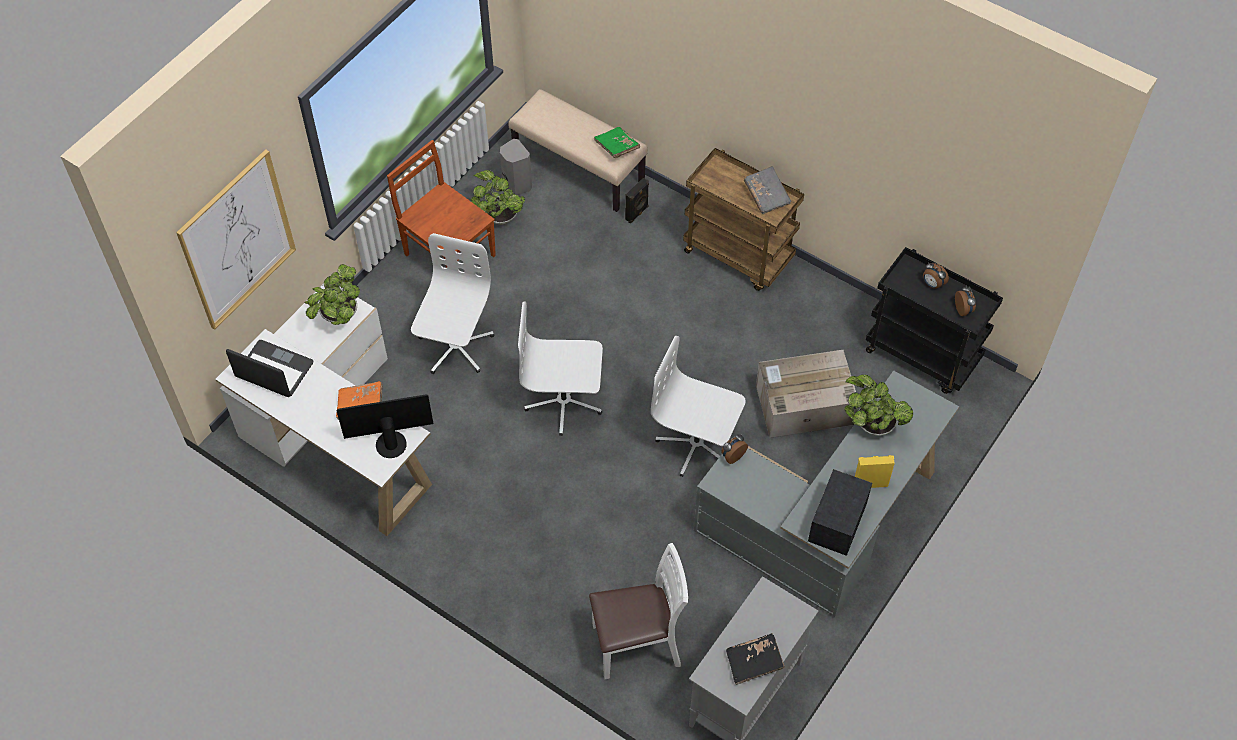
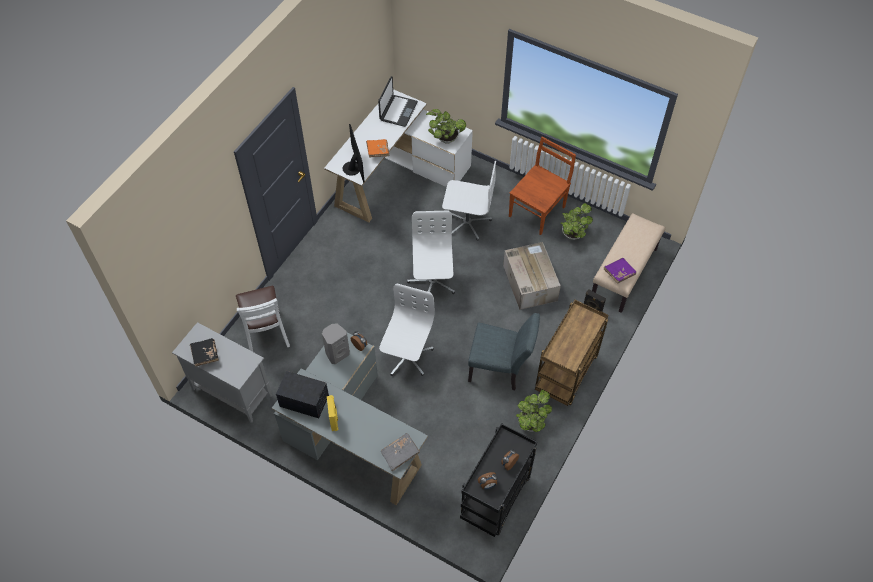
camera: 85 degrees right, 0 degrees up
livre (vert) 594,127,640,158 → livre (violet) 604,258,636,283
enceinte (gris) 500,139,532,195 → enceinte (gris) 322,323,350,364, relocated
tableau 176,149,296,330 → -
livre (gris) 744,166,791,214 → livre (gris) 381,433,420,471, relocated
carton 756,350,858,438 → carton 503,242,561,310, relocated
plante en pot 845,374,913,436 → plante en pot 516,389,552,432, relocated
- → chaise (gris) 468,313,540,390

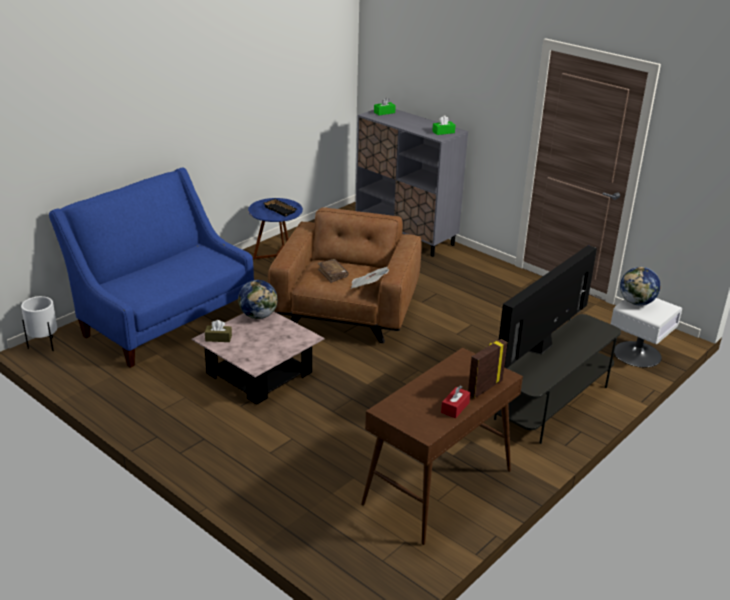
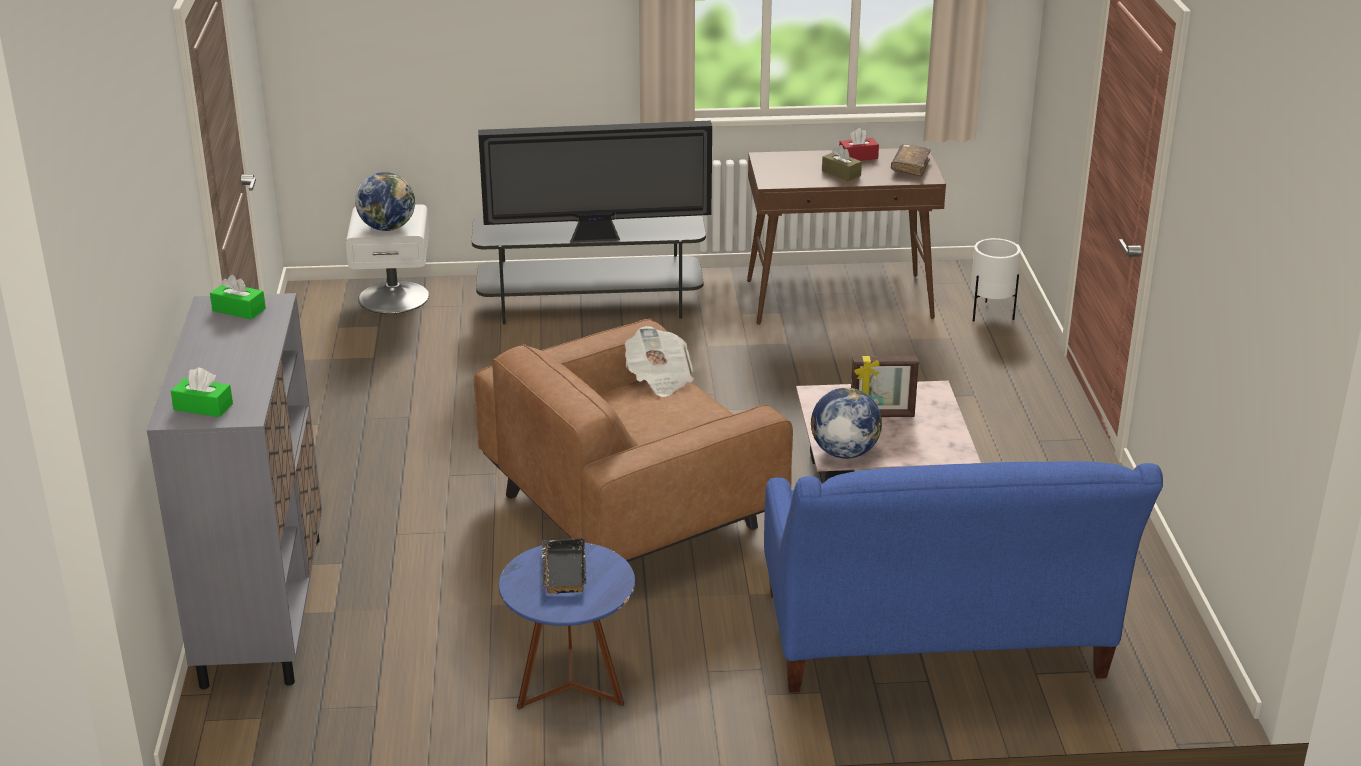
camera: 135 degrees left, 0 degrees up
livre (marron) 318,259,349,283 → livre (marron) 891,144,931,177, relocated
cache-pot (blanc) 21,296,57,351 → cache-pot (blanc) 971,238,1020,322, relocated
boîte à mouchoirs (marron) 205,320,232,342 → boîte à mouchoirs (marron) 822,145,862,181, relocated
cadre photo 468,339,508,398 → cadre photo 851,356,919,417, relocated

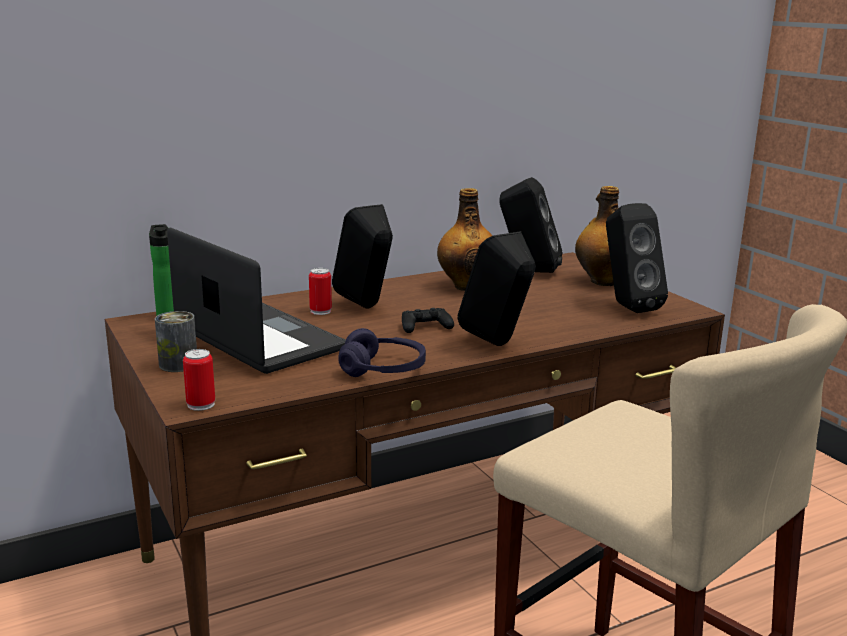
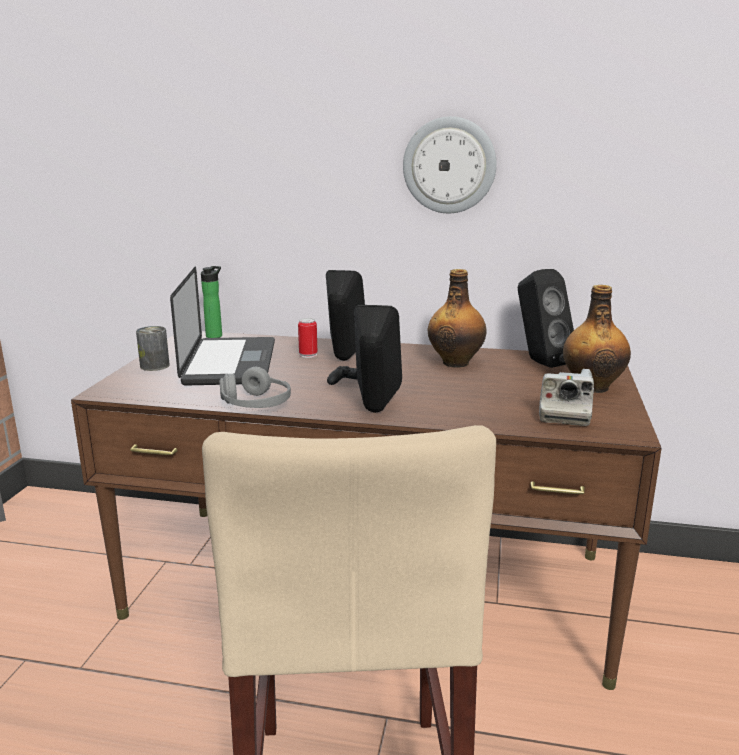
camera: 40 degrees right, 0 degrees up
enceinte (noir) 606,203,668,313 → appareil photo 539,369,594,426
casque audio (violet) 338,328,426,377 → casque audio (gris) 219,367,291,408
boîte métallique 183,349,215,411 → -
- → horloge murale 403,116,497,213

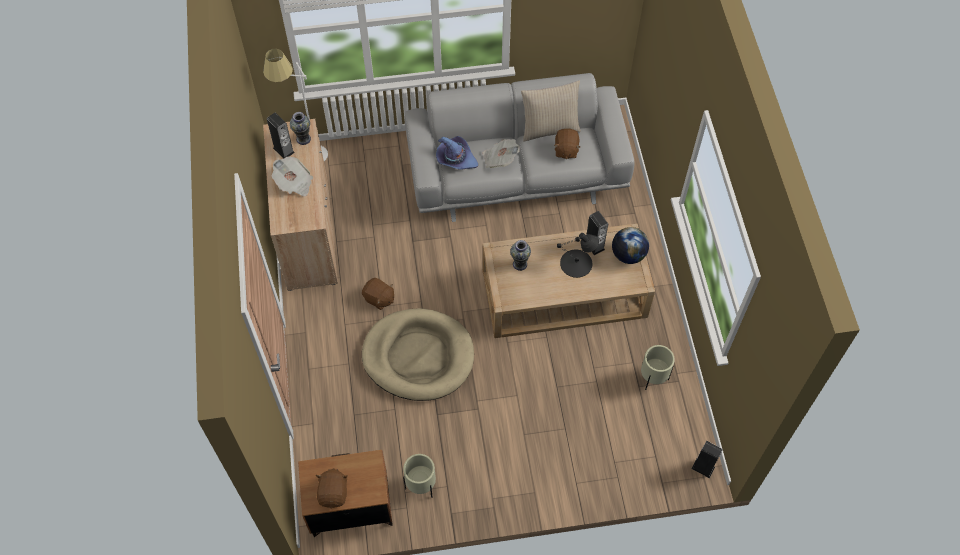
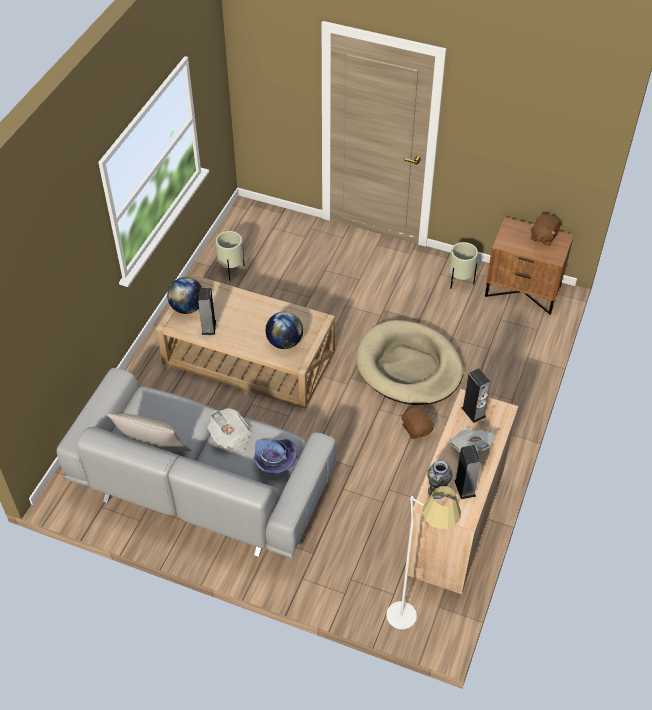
camera: 150 degrees left, 10 degrees down
peluche (marron) 554,128,580,159 → -
lampe de table (noir) 557,233,599,278 → -
vase 510,240,531,271 → globe 265,312,303,349
enceinte 691,441,723,478 → enceinte 462,368,491,423, relocated

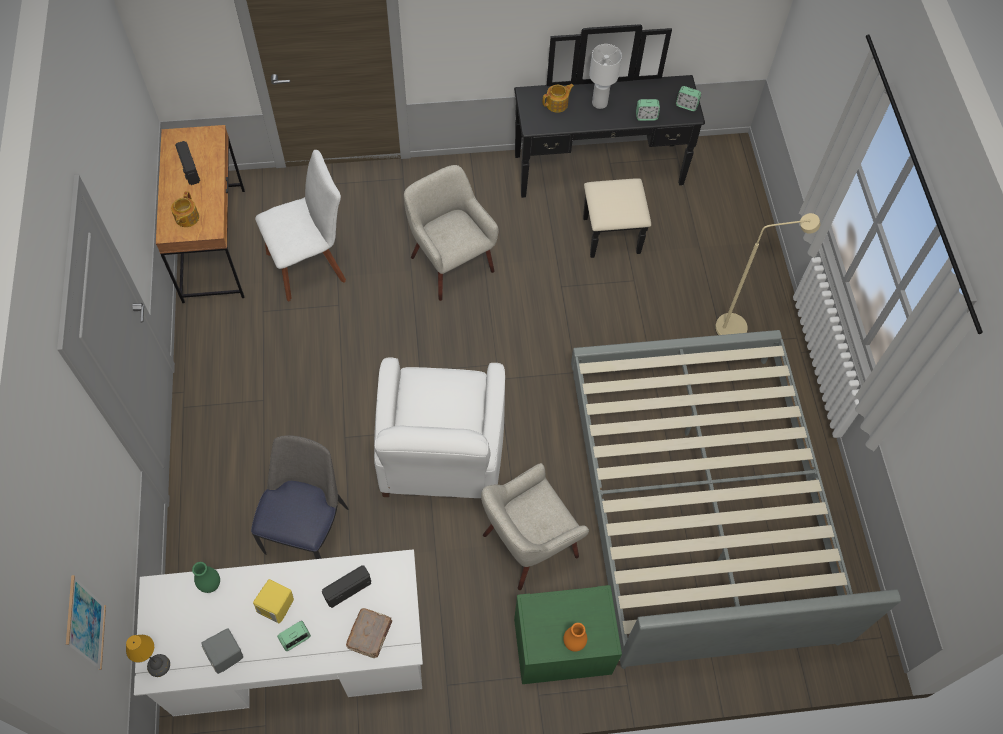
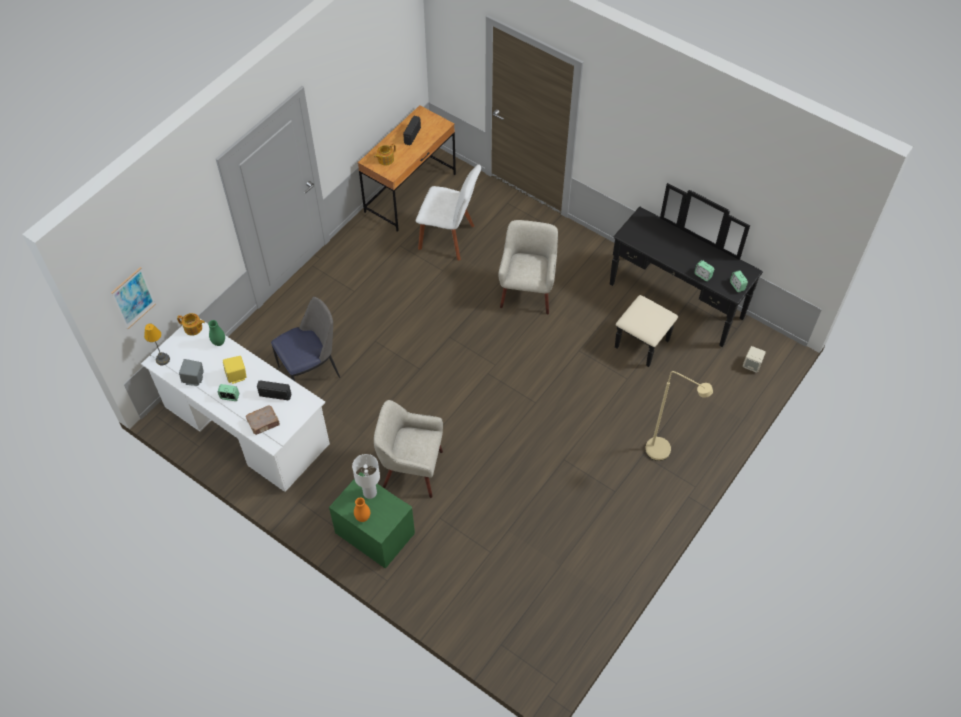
camera: 45 degrees right, 5 degrees down
lampe de table (blanc) 589,44,622,109 → lampe de table (blanc) 352,454,380,499, relocated
théière 542,84,574,113 → théière 177,313,205,336, relocated
lit (gris) 571,330,901,669 → -
fauteuil (blanc) 374,357,505,498 → -
- → enceinte (beige) 743,346,766,373

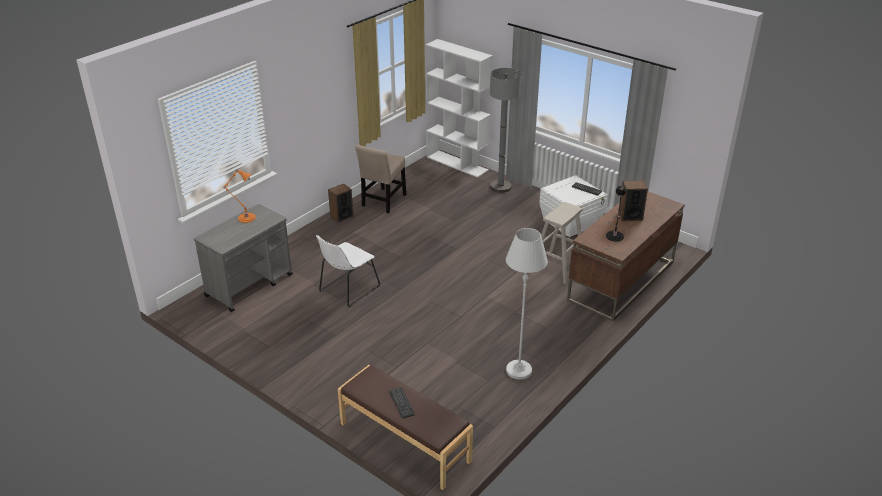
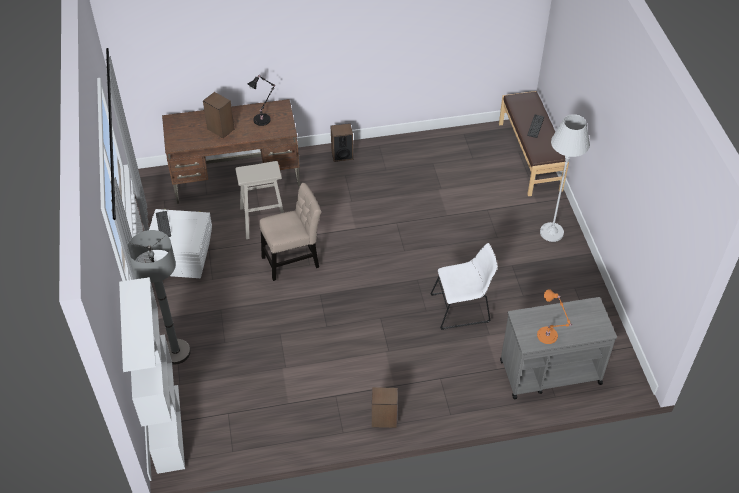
camera: 140 degrees left, 15 degrees up
chaise (beige) 355,145,406,213 → chaise (beige) 259,183,321,281, relocated
lampadaire (blanc) 506,228,548,379 → lampadaire (blanc) 540,114,590,242, relocated
- → enceinte 331,123,353,162

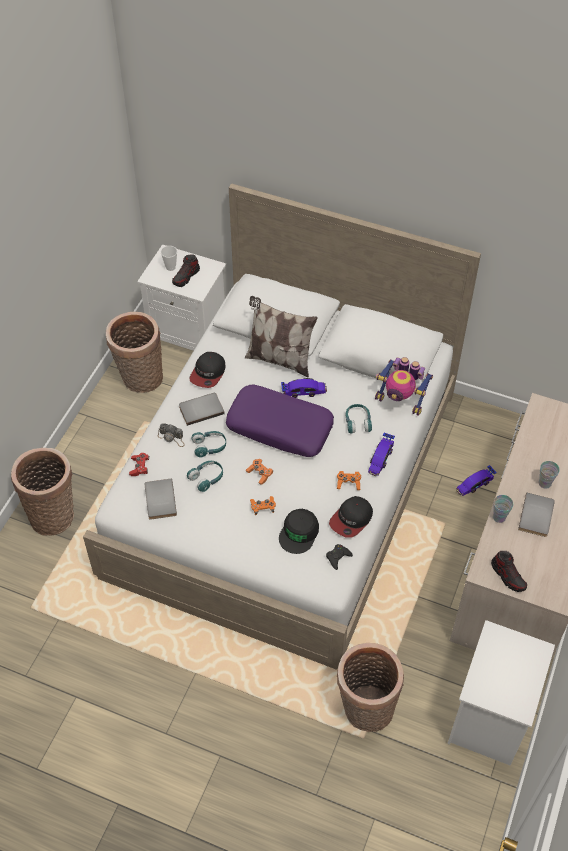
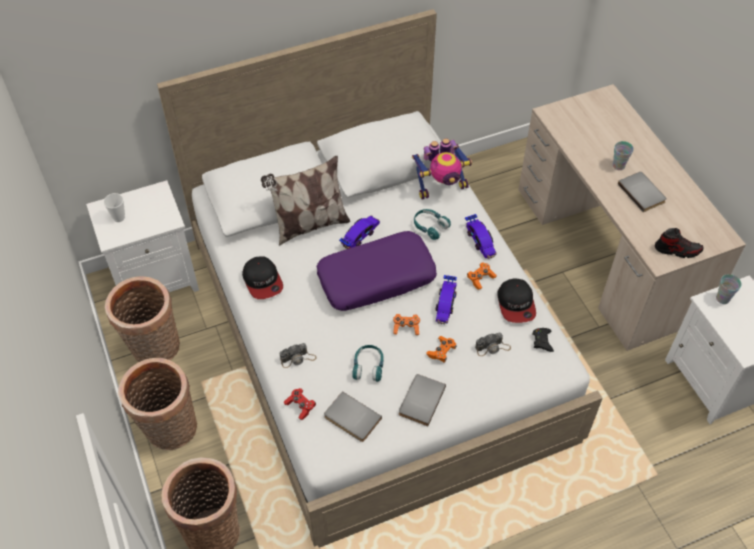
camera: 45 degrees left, 0 degrees up
chaussure 172,255,200,287 → -
livre (gris) 179,393,224,426 → livre (gris) 399,374,446,426, relocated
casque audio (turquoise) 191,431,226,457 → -
petite voiture 456,465,497,496 → petite voiture 435,275,457,325, relocated
tasse 493,495,513,523 → tasse 716,274,742,304, relocated
casquette (noir) 279,509,319,554 → appareil photo 475,333,511,356
panier 337,643,404,732 → panier 118,358,197,450, relocated

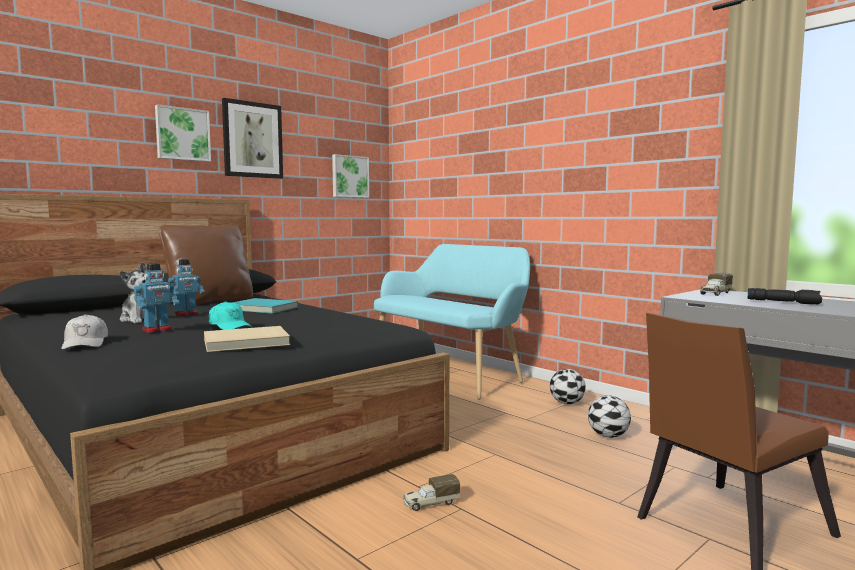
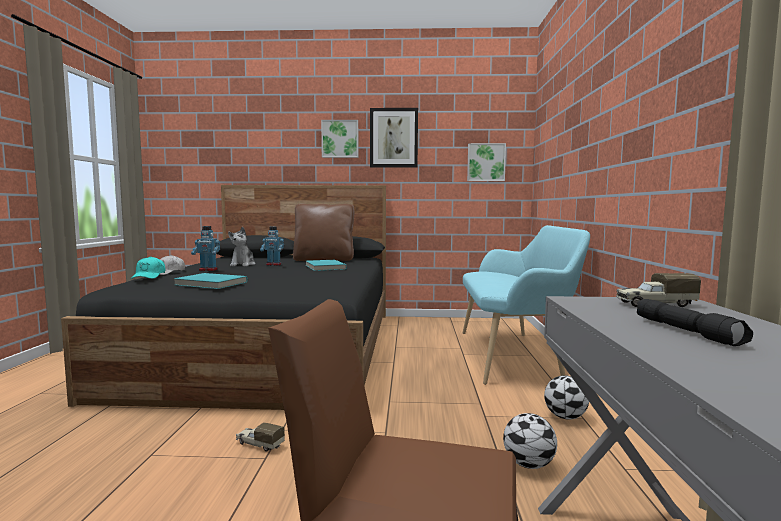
camera: 45 degrees right, 0 degrees up
casquette (turquoise) 209,301,252,330 → casquette (turquoise) 131,256,165,279, relocated
livre (beige) 204,326,290,352 → livre (turquoise) 174,273,247,289

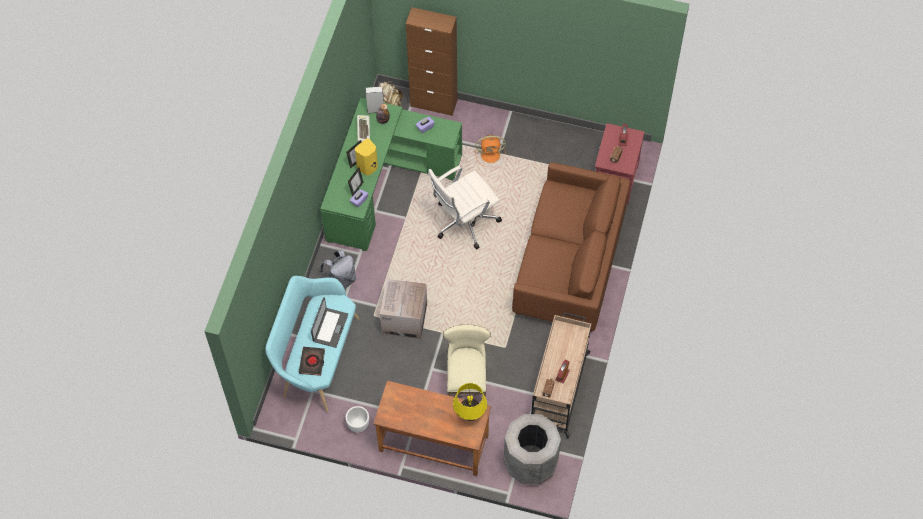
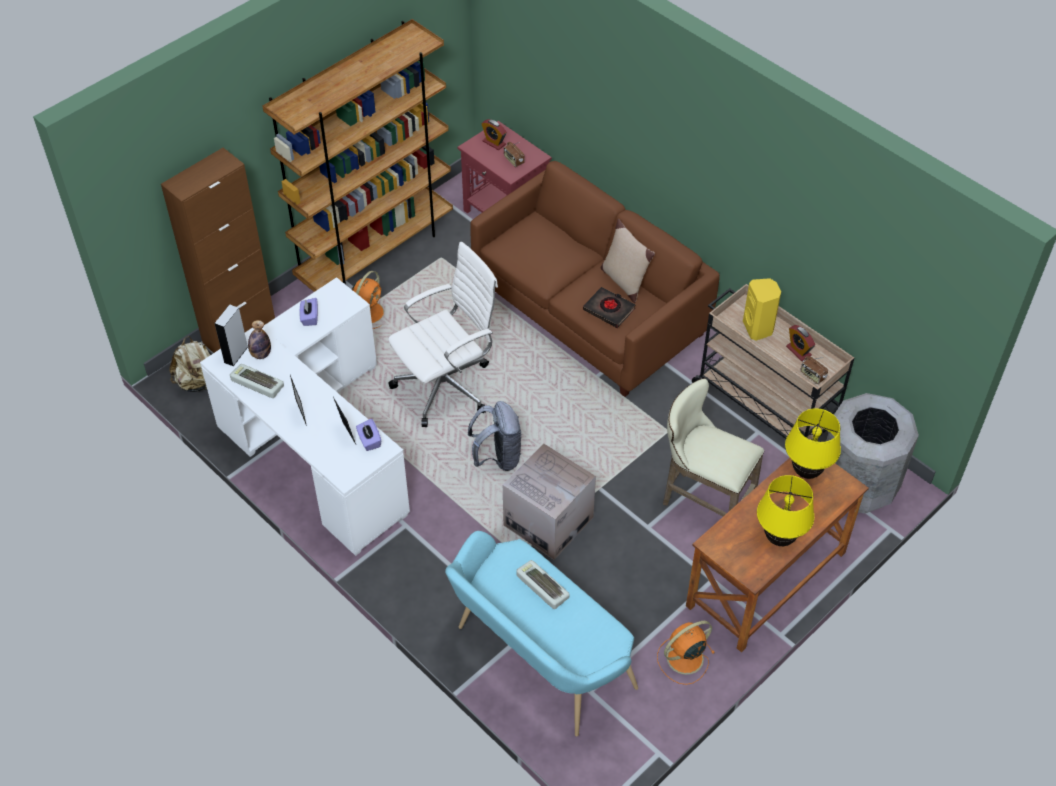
camera: 60 degrees left, 10 degrees down
bureau (vert) 320,98,462,251 → bureau (blanc) 200,277,410,556
enceinte (jaune) 355,139,378,175 → enceinte (jaune) 743,278,781,341, relocated
chaise de bureau (blanc) 428,166,502,249 → chaise de bureau (blanc) 388,242,498,427, 120 degrees counterclockwise
sac à dos (gris) 320,250,356,289 → sac à dos (gris) 468,401,522,471, relocated
ordinateur portable 311,297,348,348 → clavier 516,560,570,609
livre (noir) 299,347,325,376 → livre (noir) 583,287,636,328, relocated
cache-pot (blanc) 346,406,369,432 → ventilateur (orange) 657,621,714,685
- → bibliothèque (marron) 263,19,453,292
- → coussin (beige) 601,219,655,303
- → lampe de table (jaune) 757,475,814,546

